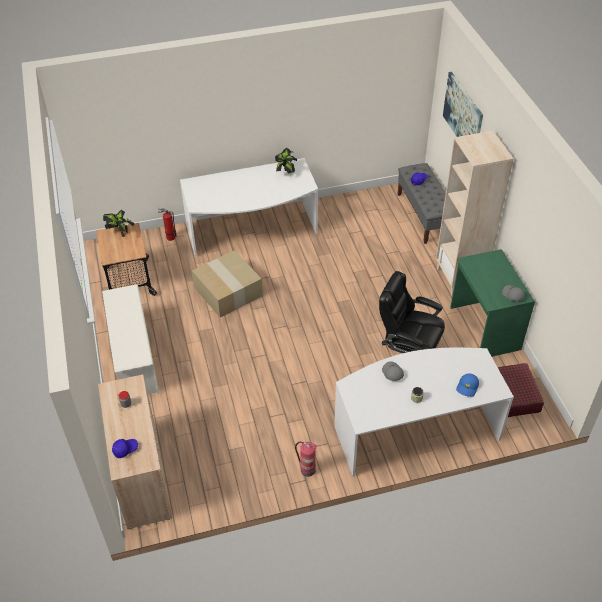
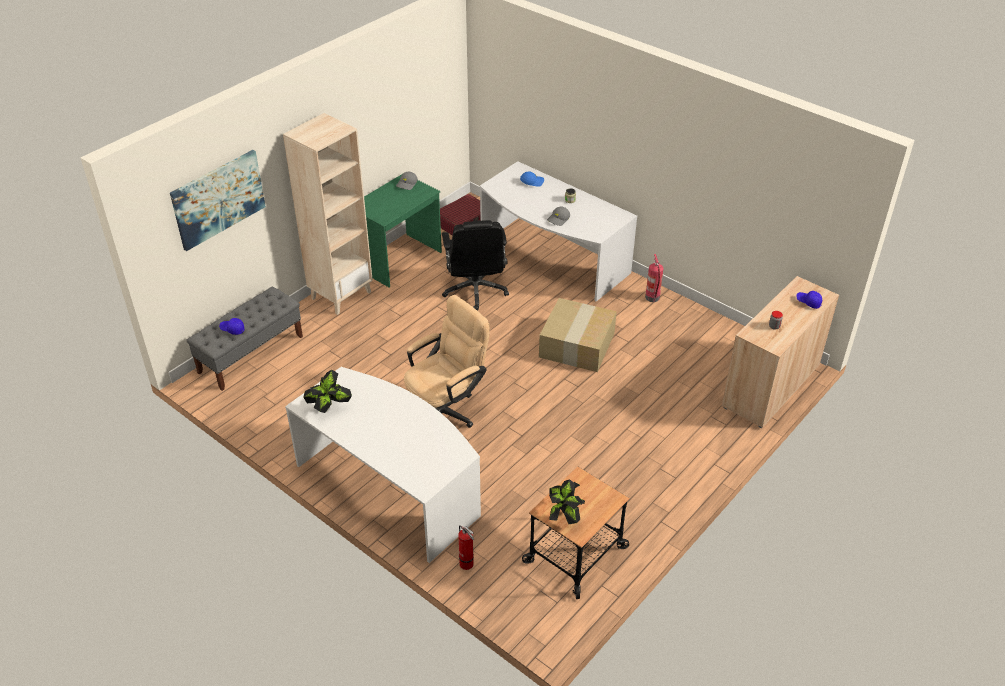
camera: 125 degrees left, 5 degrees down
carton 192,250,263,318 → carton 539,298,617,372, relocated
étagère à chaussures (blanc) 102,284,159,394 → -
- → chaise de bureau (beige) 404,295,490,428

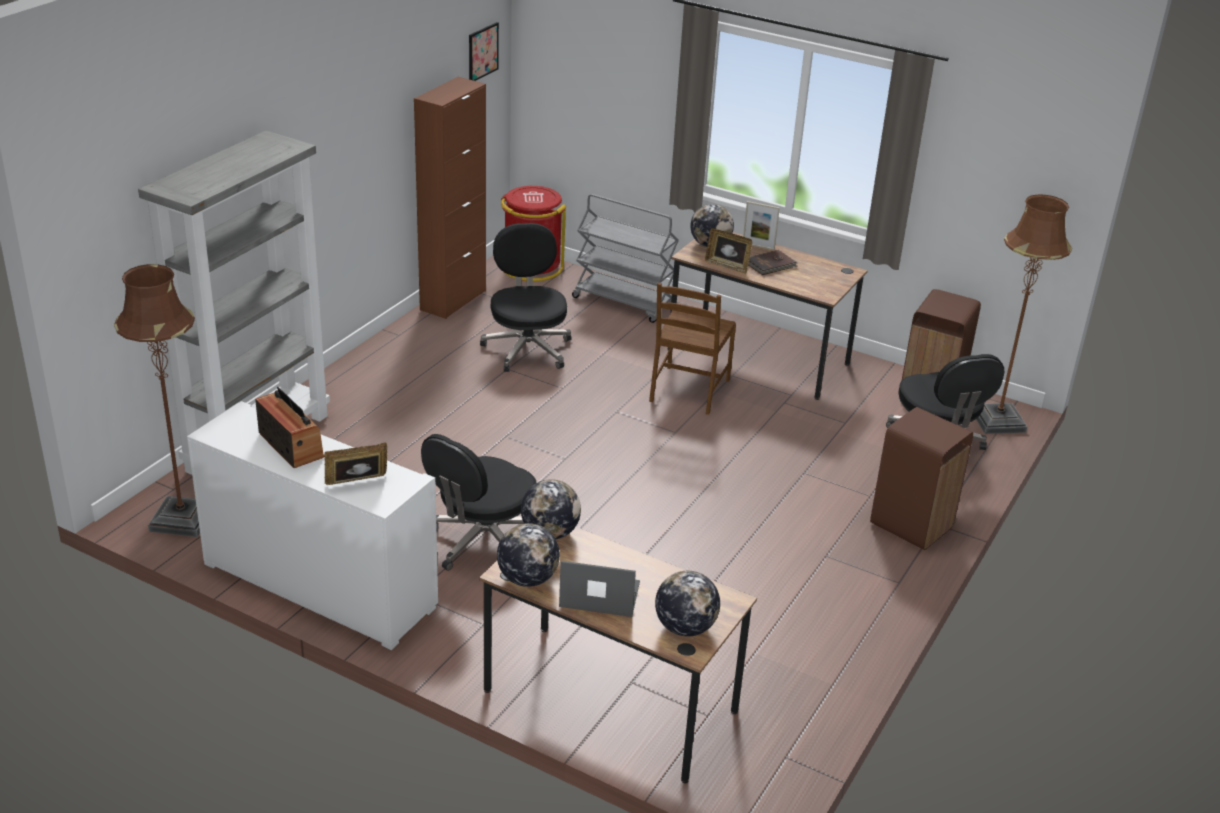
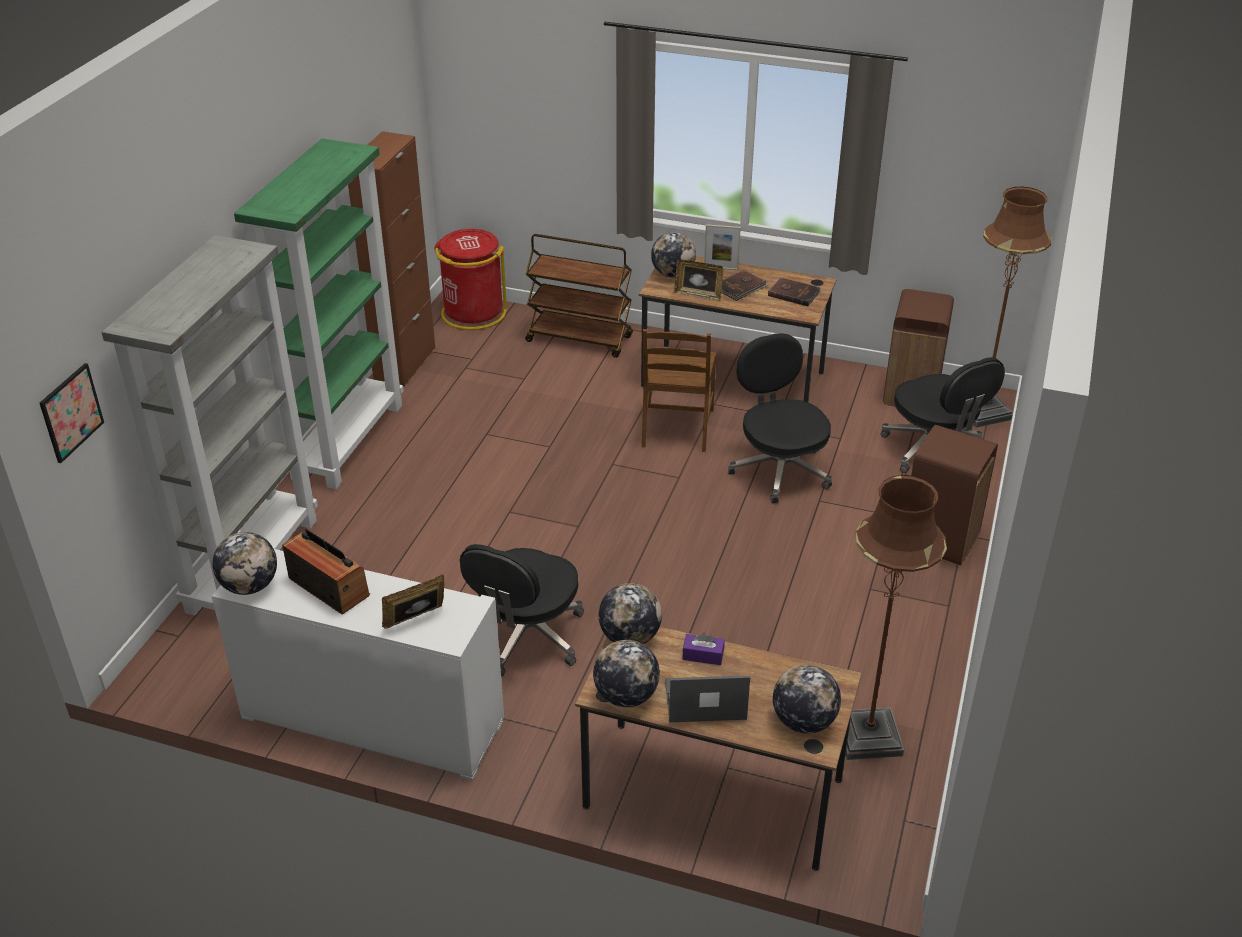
camera: 10 degrees left, 5 degrees up
tableau 469,22,499,81 → tableau 40,363,104,463, relocated
chariot (gris) 572,194,679,323 → chariot (marron) 525,234,633,358
chaise de bureau (noir) 480,223,572,372 → chaise de bureau (noir) 728,333,832,503, relocated
lampadaire (marron) 114,264,200,537 → lampadaire (marron) 845,475,947,760, relocated
- → bibliothèque (vert) 234,138,404,489
- → livre (marron) 768,277,820,306
- → globe 212,532,277,595
- → boîte à mouchoirs (violet) 682,633,725,665

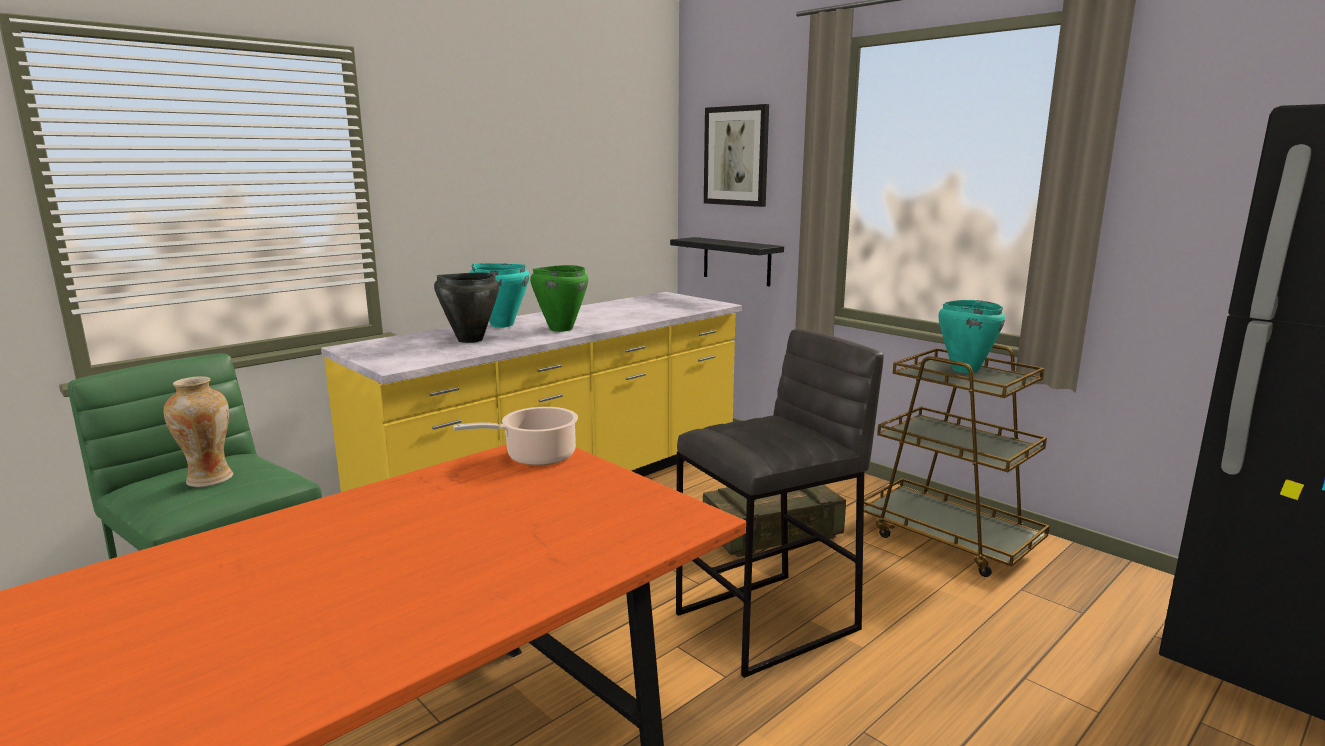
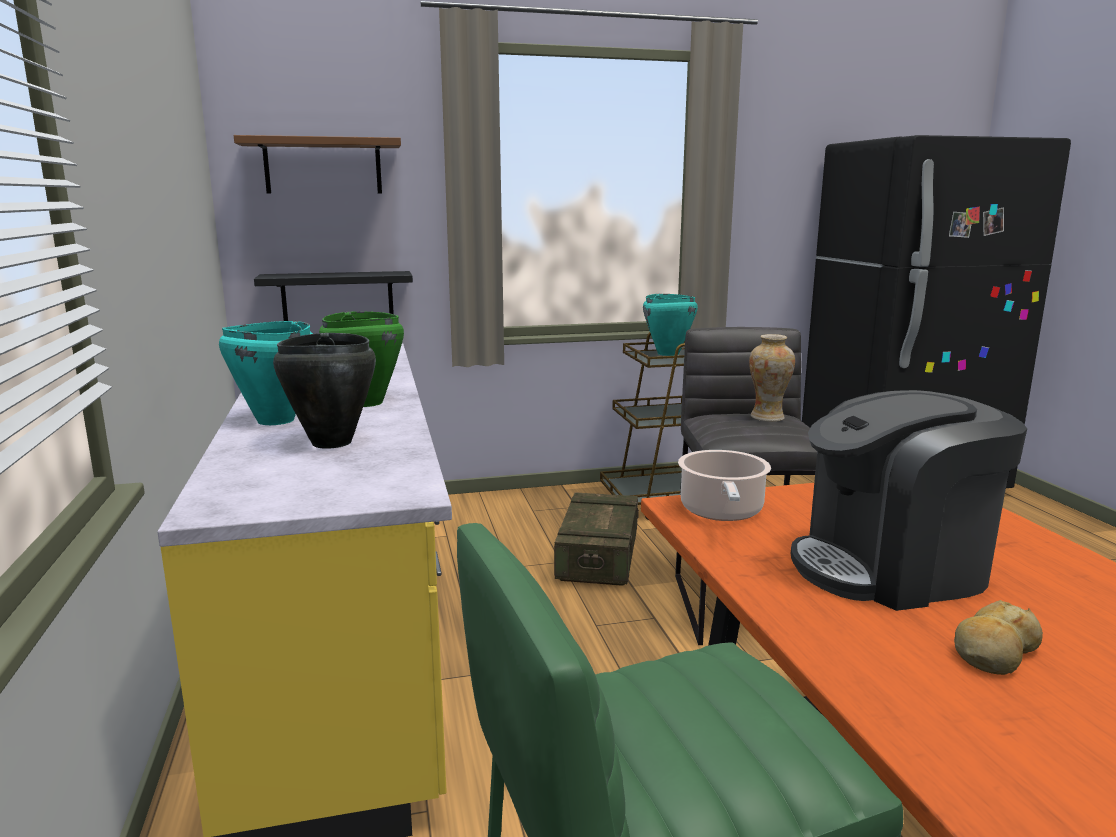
camera: 60 degrees left, 0 degrees up
tableau 704,104,769,207 → étagère (marron) 234,135,401,193
vase 164,376,233,487 → vase 749,334,795,422, relocated
- → machine à café 791,390,1027,611
- → pain 954,600,1043,675

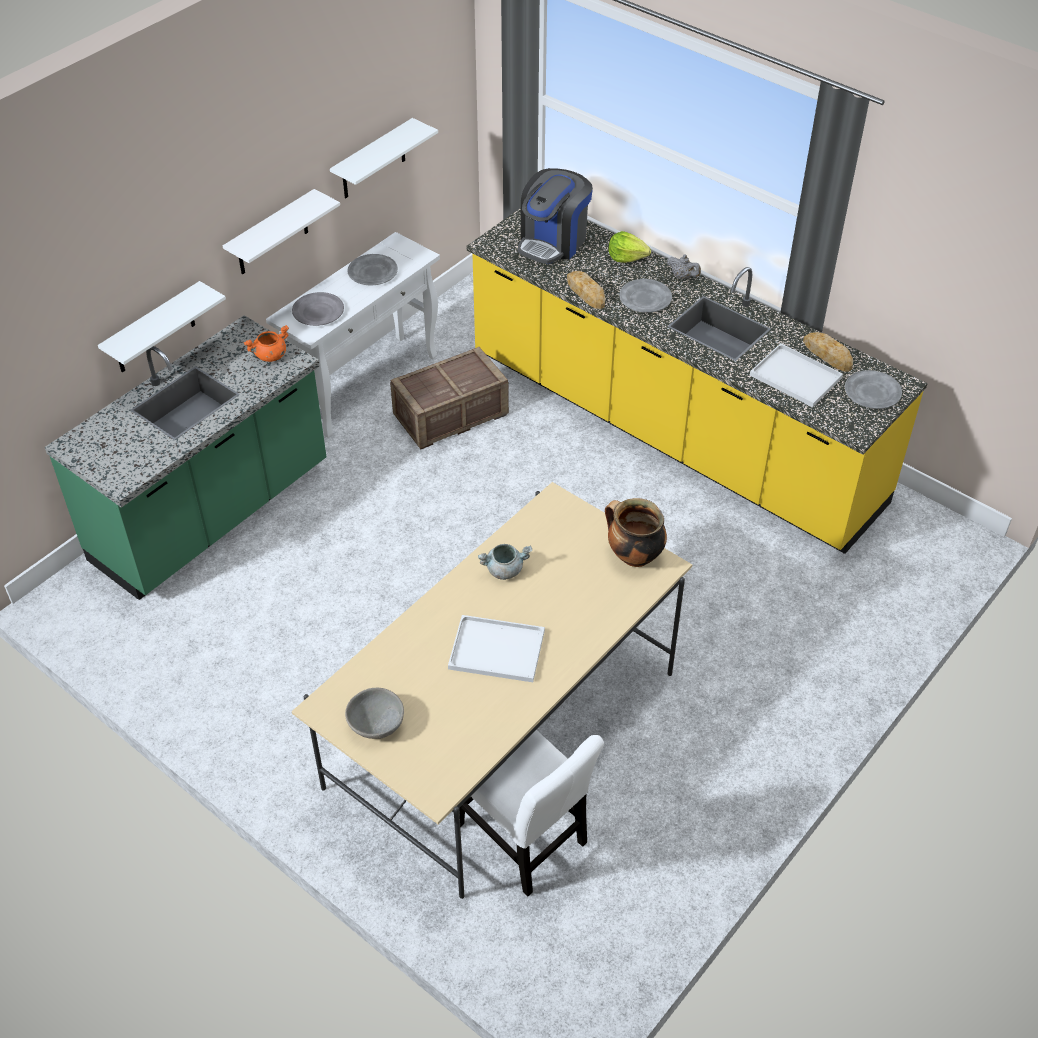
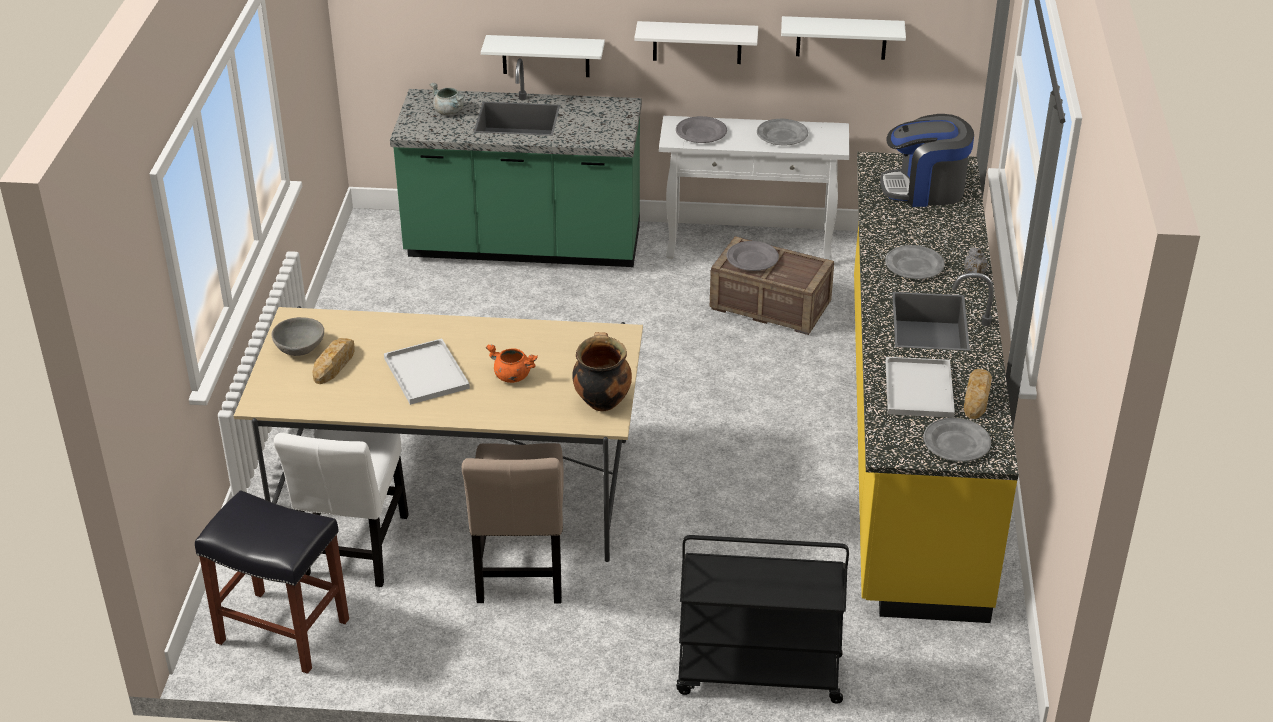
camera: 55 degrees right, 10 degrees down
laitue 608,231,651,263 → -
pain 567,271,605,309 → pain 312,338,355,384, relocated
marmite (orange) 244,325,289,362 → marmite (orange) 486,344,538,383, relocated
marmite (gris) 478,544,532,580 → marmite (gris) 429,83,464,115, relocated
- → assiette (gris) 727,241,779,271
- → chaise (beige) 462,443,564,604
- → tabouret (noir) 195,490,349,674
- → chariot (noir) 676,535,849,704

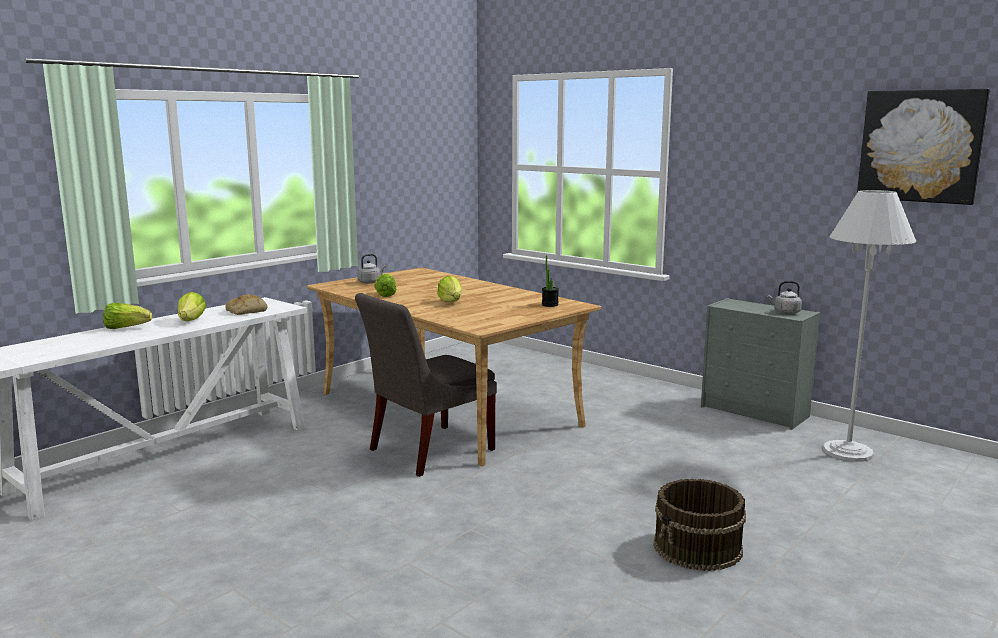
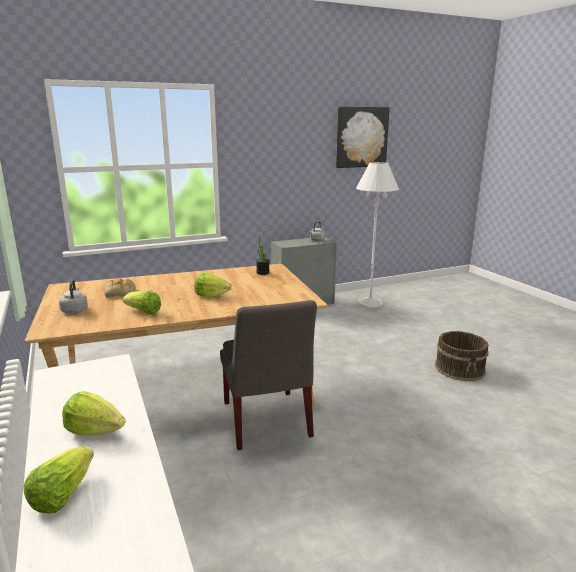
camera: 65 degrees left, 5 degrees up
pain 225,294,268,315 → pain 104,278,136,298, relocated

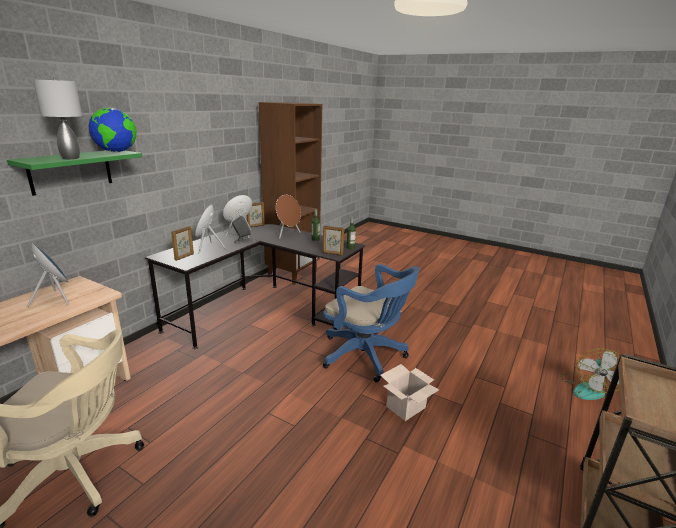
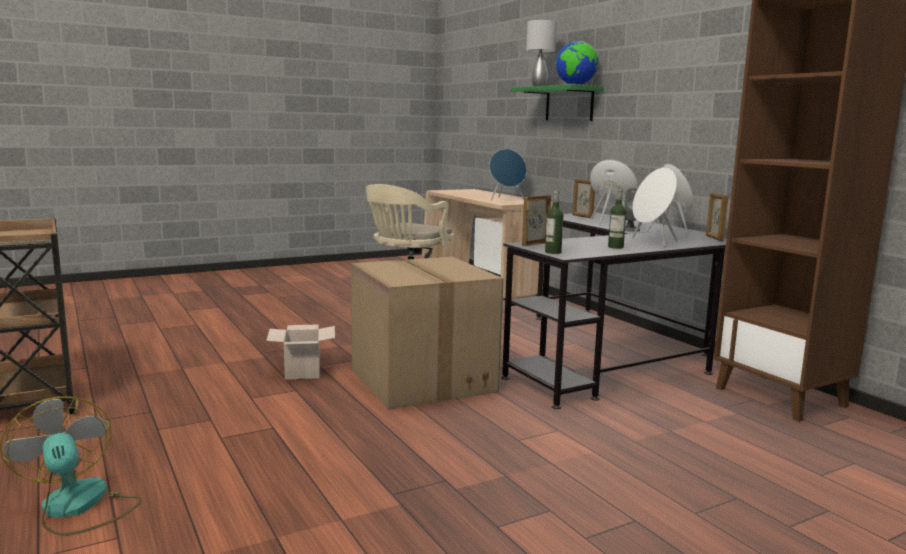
camera: 120 degrees right, 10 degrees down
enceinte (marron) 276,195,301,239 → enceinte (blanc) 632,167,678,247
chaise de bureau (bleu) 323,264,420,383 → carton 351,257,503,410

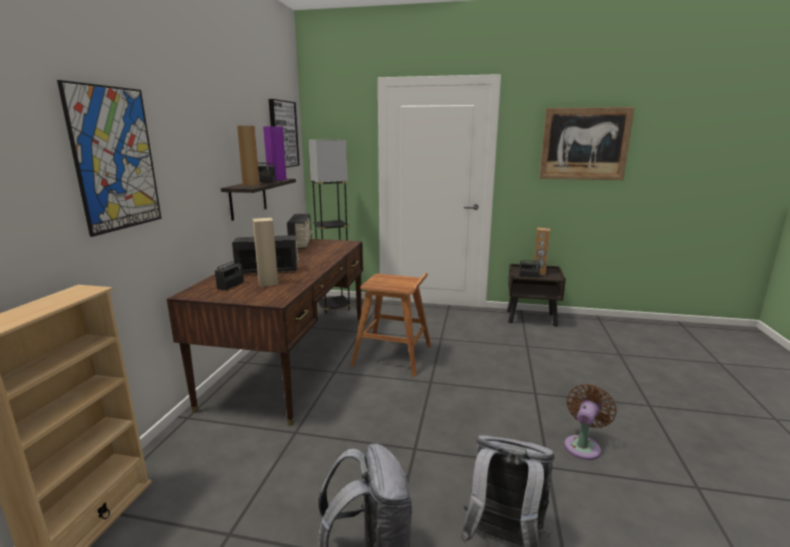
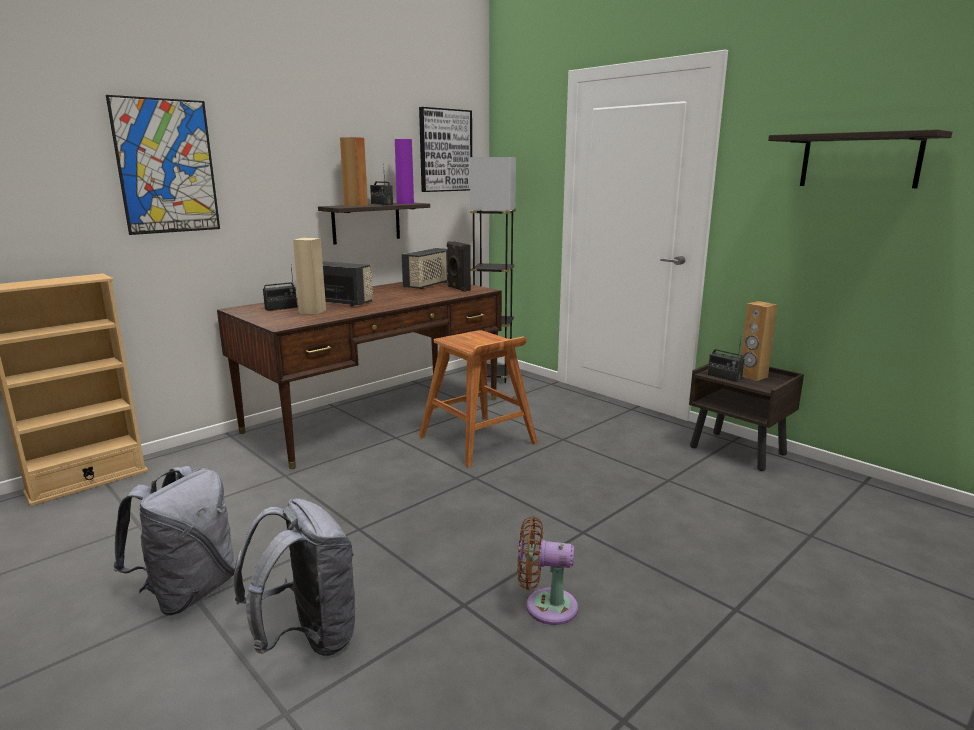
camera: 35 degrees right, 0 degrees up
tableau 539,107,634,180 → étagère 768,129,952,188
ventilateur (marron) 564,384,617,460 → ventilateur (marron) 517,516,578,625, 150 degrees counterclockwise
- → enceinte (noir) 447,241,471,292

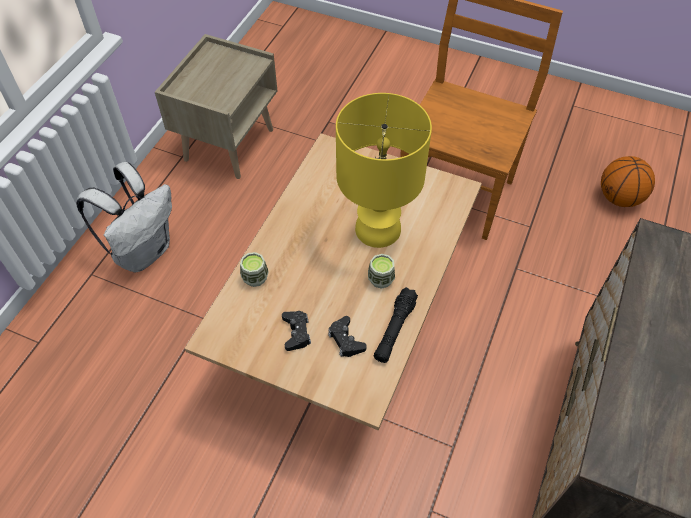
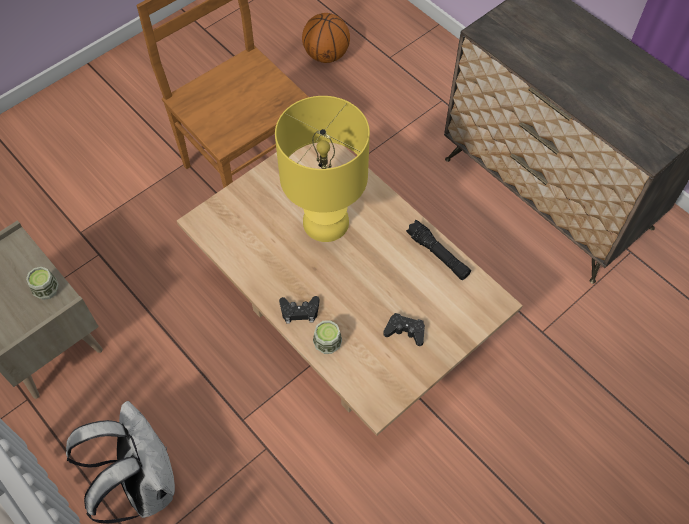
camera: 65 degrees left, 5 degrees up
tasse 368,254,395,289 → tasse 26,267,59,300, relocated
manette (noir) 328,316,367,357 → manette (noir) 279,296,320,324, relocated

